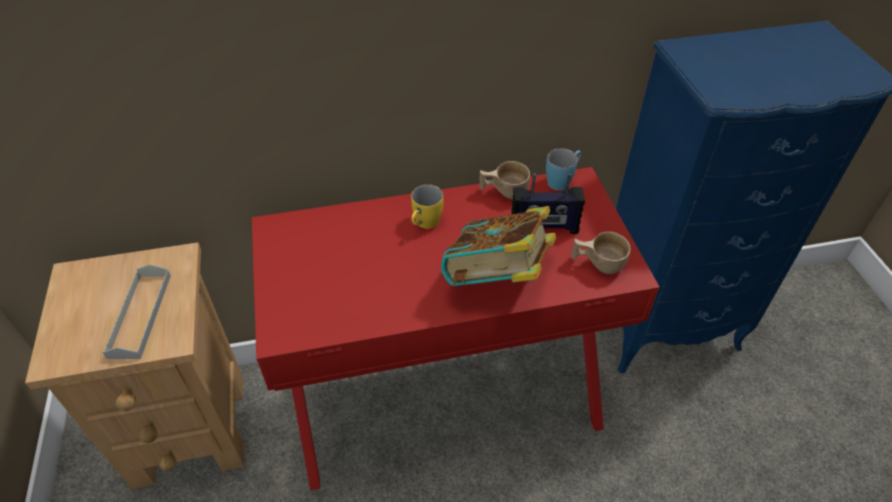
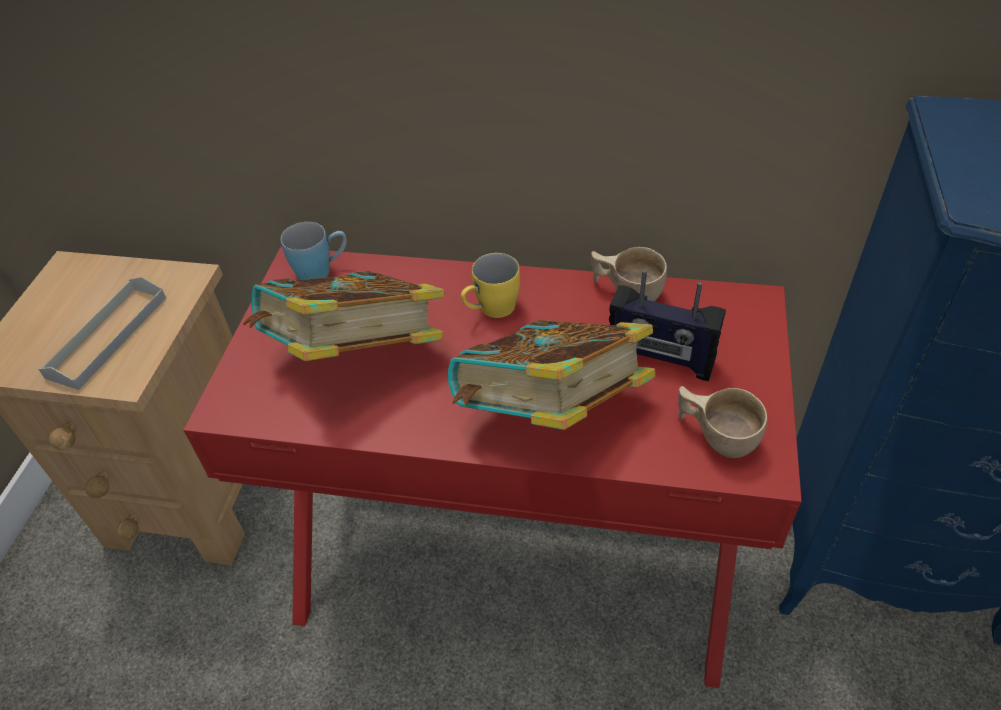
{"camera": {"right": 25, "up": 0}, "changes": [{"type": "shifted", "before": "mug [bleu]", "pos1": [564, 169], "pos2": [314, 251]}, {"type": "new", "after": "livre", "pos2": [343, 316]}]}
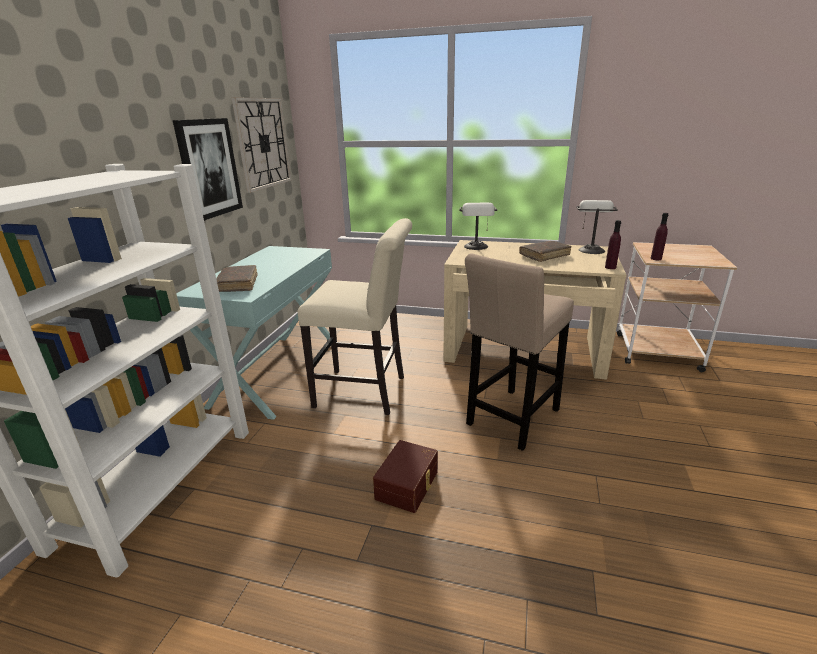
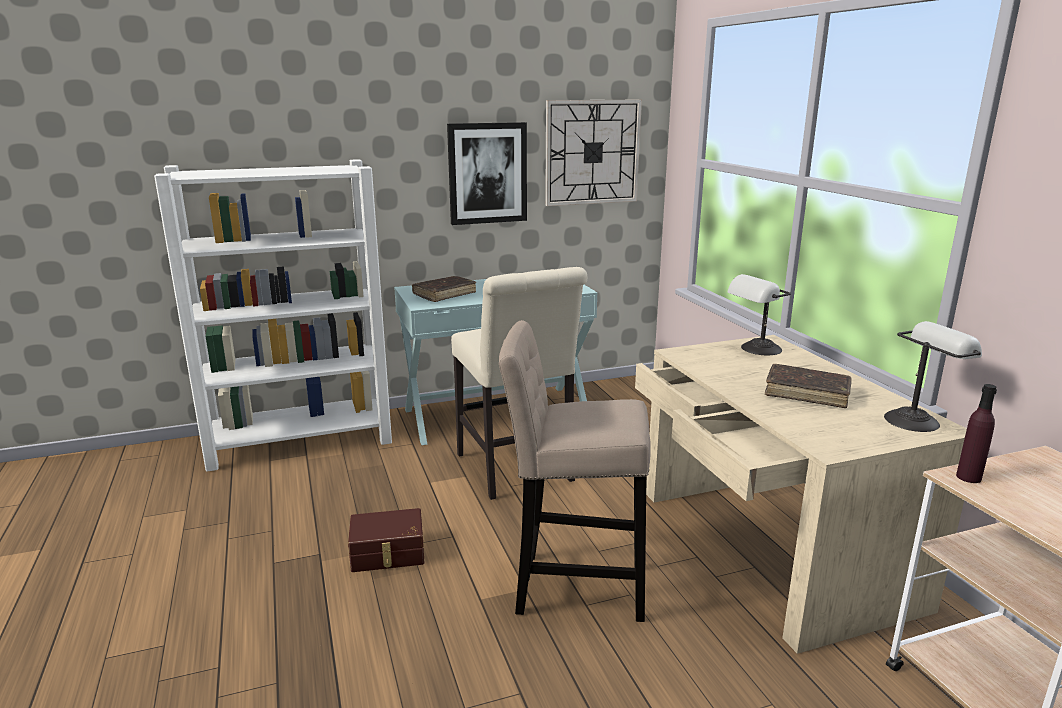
{"camera": {"right": 55, "up": -5}, "changes": [{"type": "gone", "before": "bouteille [violet]", "pos1": [613, 244]}]}
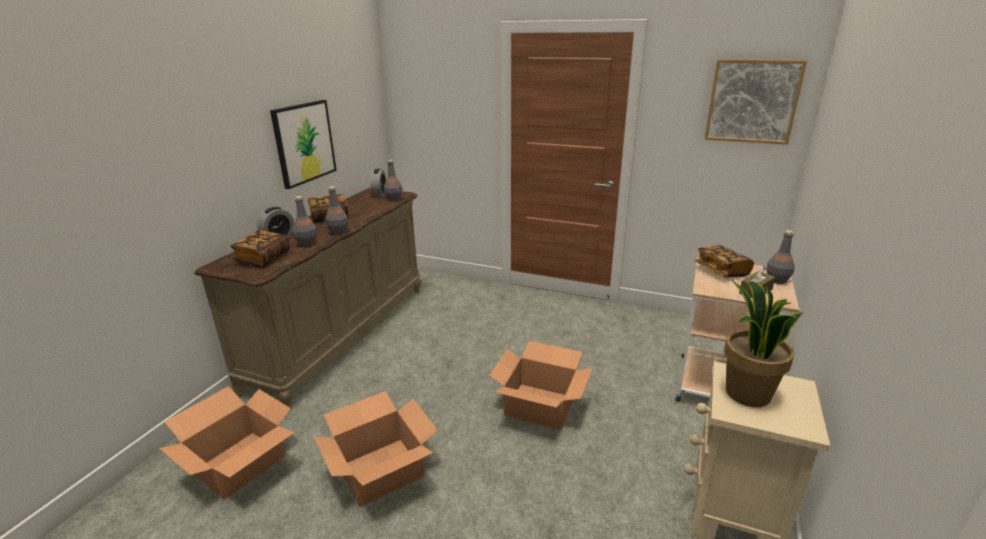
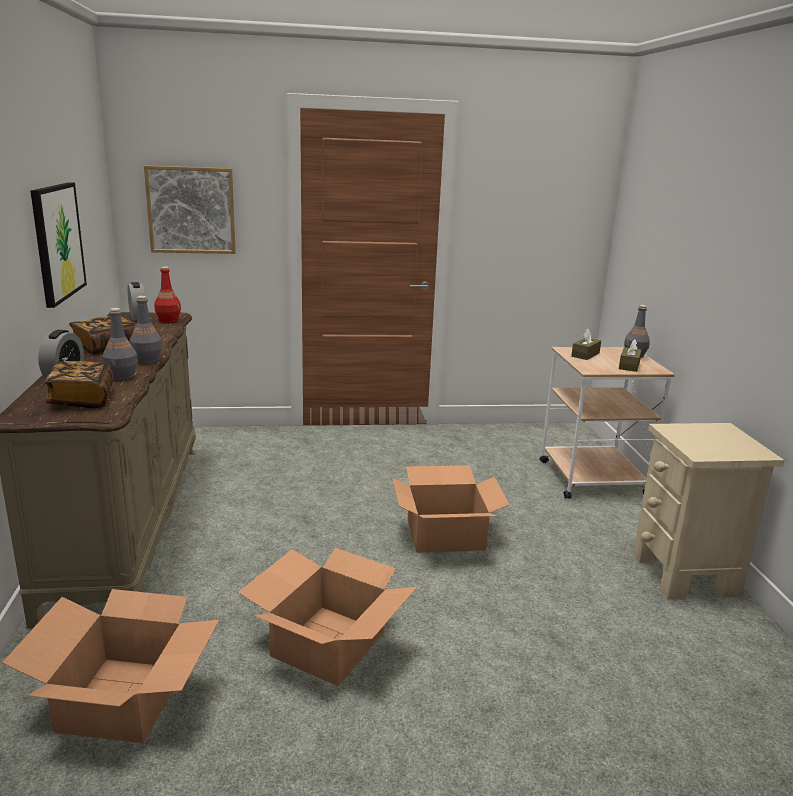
{"camera": {"right": -30, "up": -5}, "changes": [{"type": "repainted", "before": "bouteille [gris]", "after": "bouteille [rouge]", "pos1": [393, 180], "pos2": [167, 294]}, {"type": "swapped", "before": "livre", "after": "boîte à mouchoirs [marron]", "pos1": [724, 261], "pos2": [586, 344]}, {"type": "shifted", "before": "tableau", "pos1": [755, 102], "pos2": [190, 209]}, {"type": "gone", "before": "plante en pot", "pos1": [763, 343]}]}
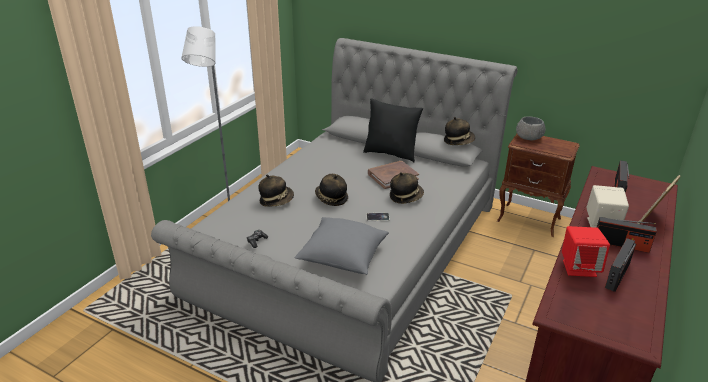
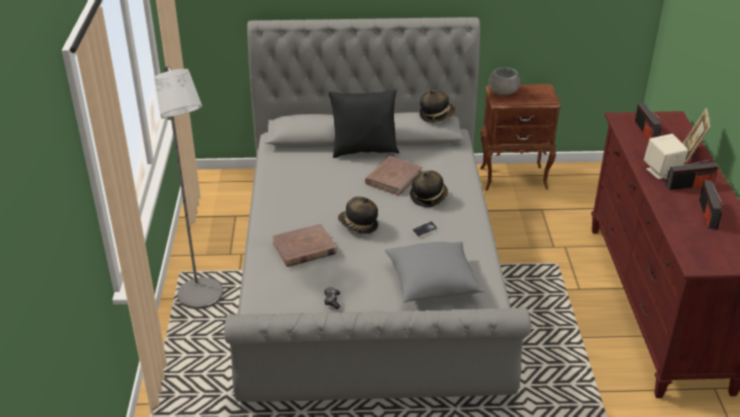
{"camera": {"right": -30, "up": 5}, "changes": [{"type": "swapped", "before": "chapeau", "after": "livre [marron]", "pos1": [276, 190], "pos2": [304, 245]}, {"type": "gone", "before": "enceinte [rouge]", "pos1": [586, 251]}]}
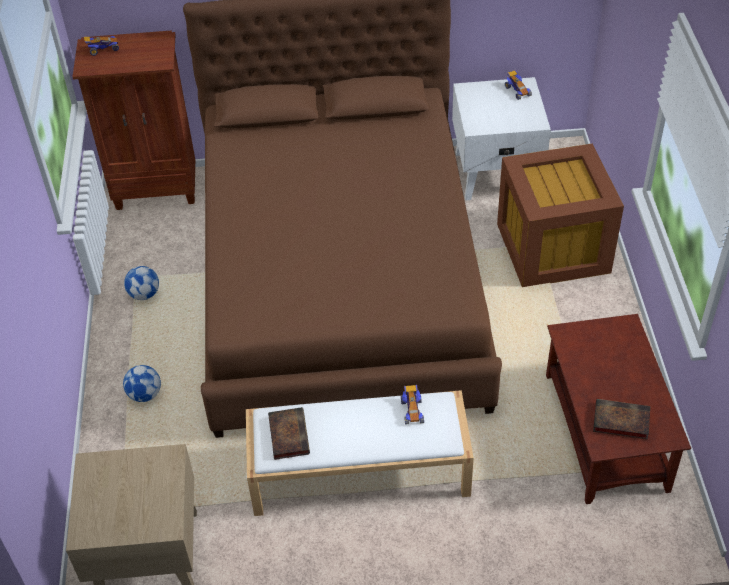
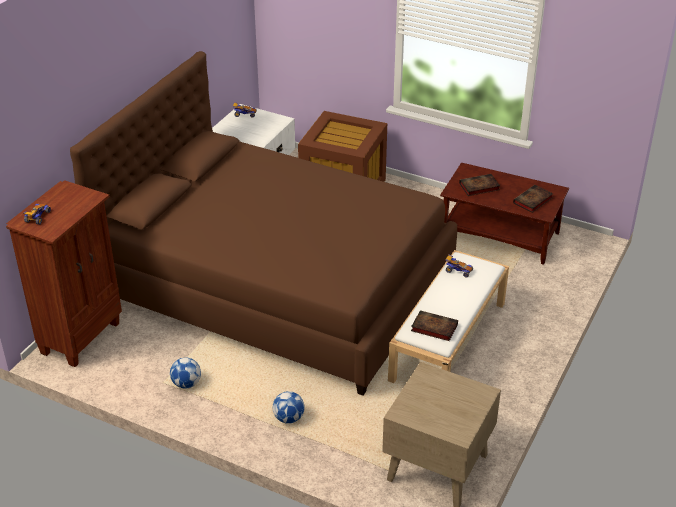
{"camera": {"right": -60, "up": -10}, "changes": [{"type": "new", "after": "livre", "pos2": [479, 185]}]}
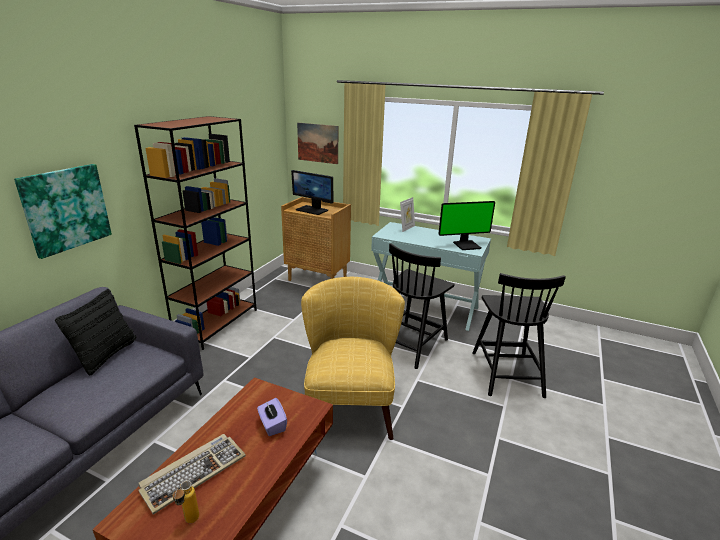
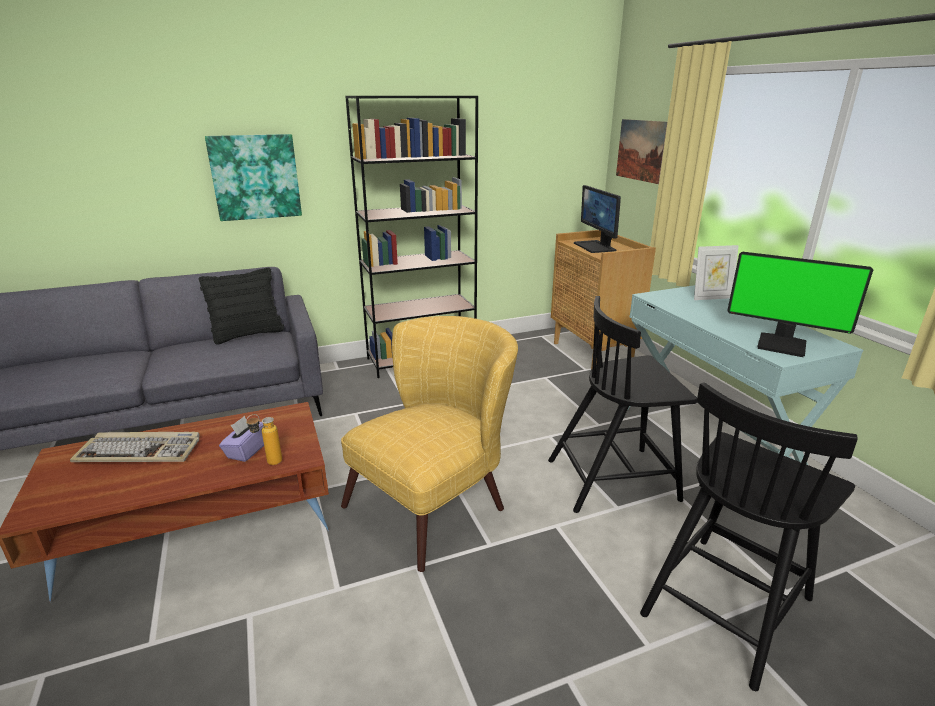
{"camera": {"right": 45, "up": 0}, "changes": [{"type": "shifted", "before": "bouteille", "pos1": [186, 502], "pos2": [264, 439]}]}
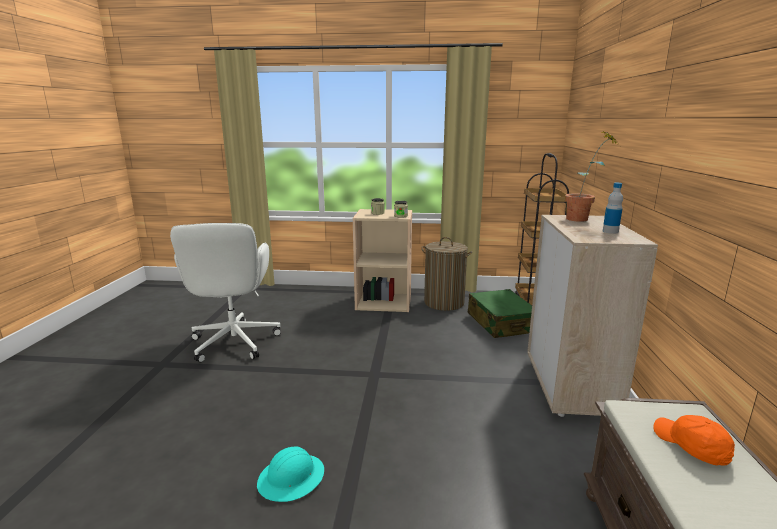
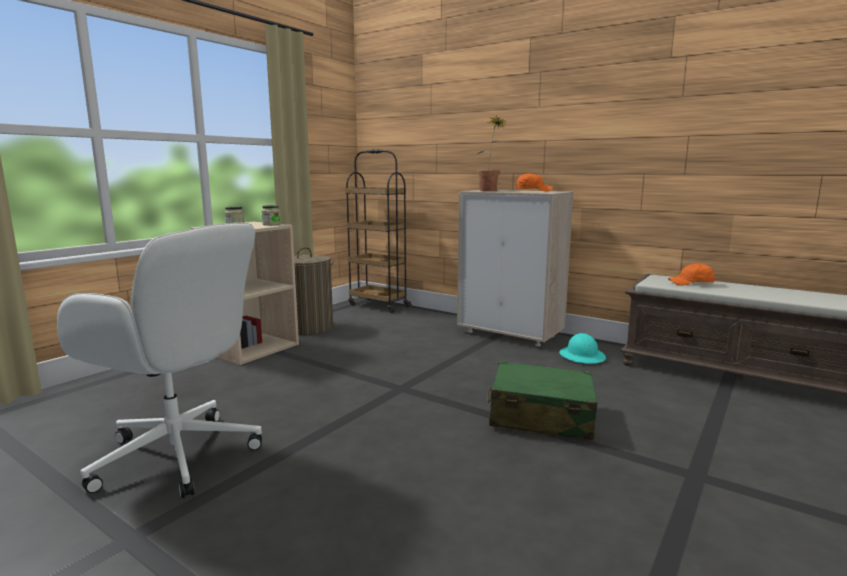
{"camera": {"right": -60, "up": -5}, "changes": [{"type": "shifted", "before": "casque de chantier [turquoise]", "pos1": [290, 474], "pos2": [582, 348]}, {"type": "shifted", "before": "valise [vert]", "pos1": [500, 313], "pos2": [542, 400]}, {"type": "swapped", "before": "bouteille", "after": "casquette [orange]", "pos1": [613, 208], "pos2": [534, 182]}]}
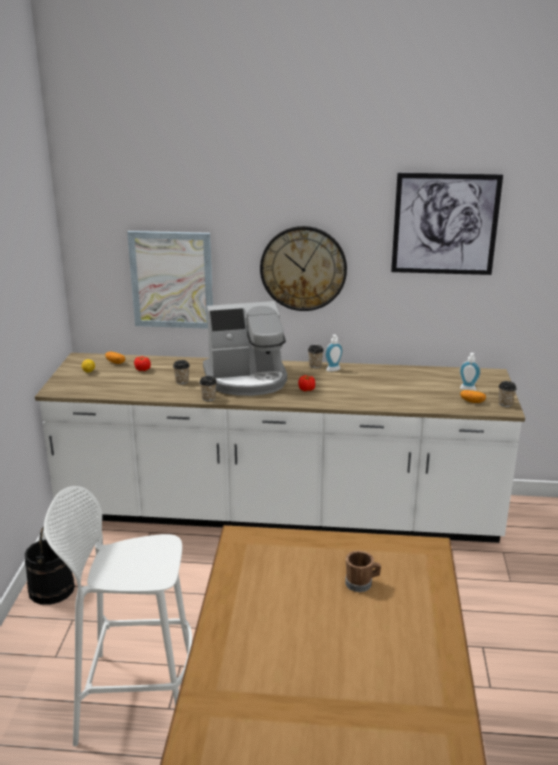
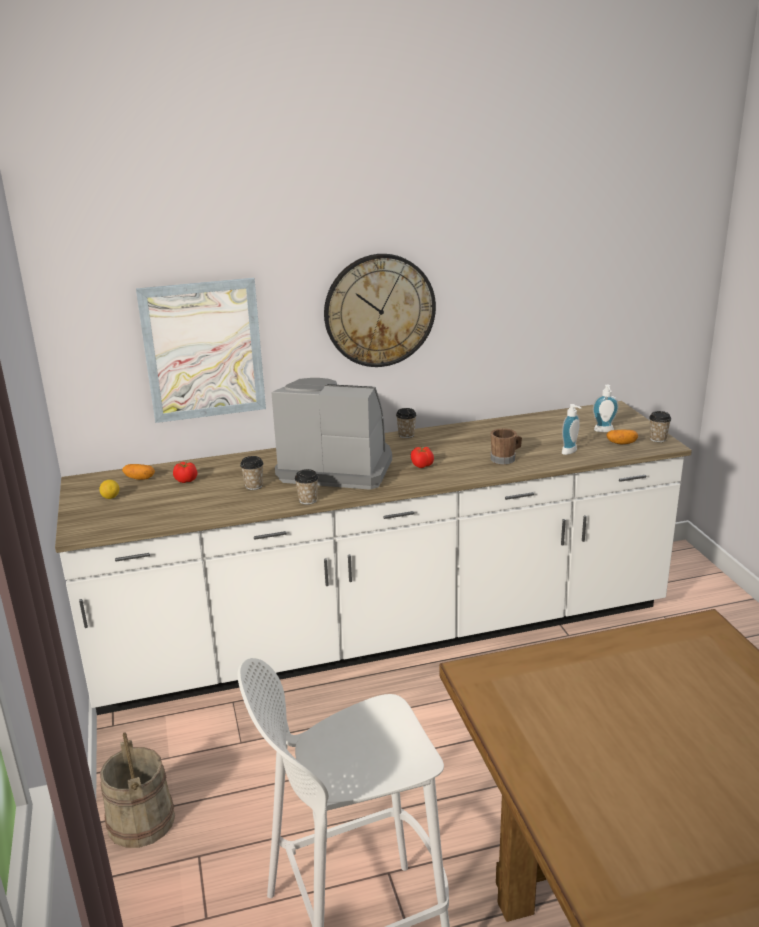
{"camera": {"right": -20, "up": 0}, "changes": [{"type": "repainted", "before": "seau [noir]", "after": "seau [beige]", "pos1": [50, 566], "pos2": [137, 790]}, {"type": "rotated", "before": "machine à café", "pos1": [245, 348], "pos2": [331, 434], "turn": -135}, {"type": "shifted", "before": "distributeur de savon", "pos1": [334, 353], "pos2": [571, 429]}, {"type": "shifted", "before": "mug [marron]", "pos1": [363, 571], "pos2": [506, 446]}, {"type": "gone", "before": "tableau", "pos1": [447, 224]}]}
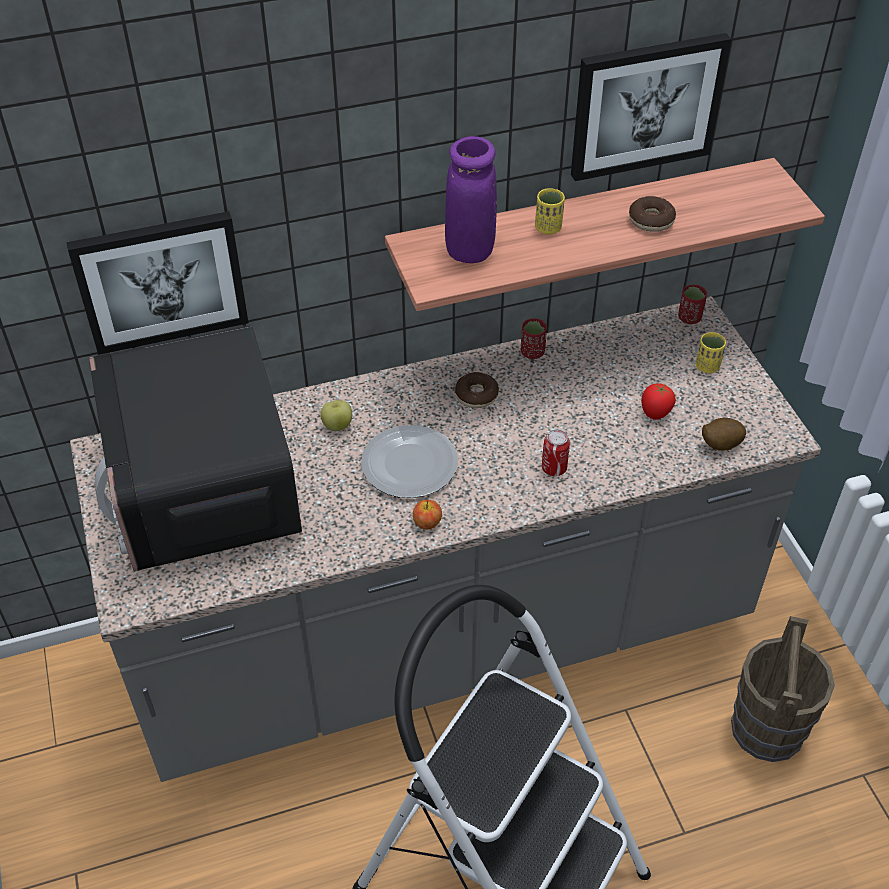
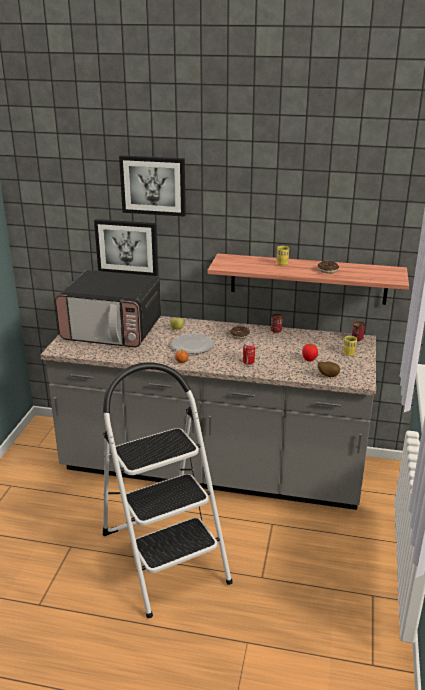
{"camera": {"right": 30, "up": -20}, "changes": [{"type": "rotated", "before": "micro-ondes", "pos1": [195, 448], "pos2": [108, 308], "turn": -90}, {"type": "gone", "before": "vase [violet]", "pos1": [471, 199]}, {"type": "shifted", "before": "tableau", "pos1": [651, 107], "pos2": [152, 186]}, {"type": "gone", "before": "seau [marron]", "pos1": [783, 689]}]}
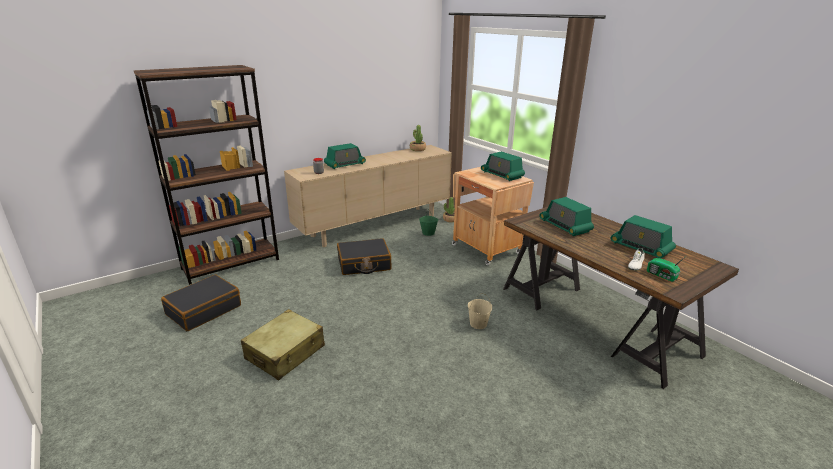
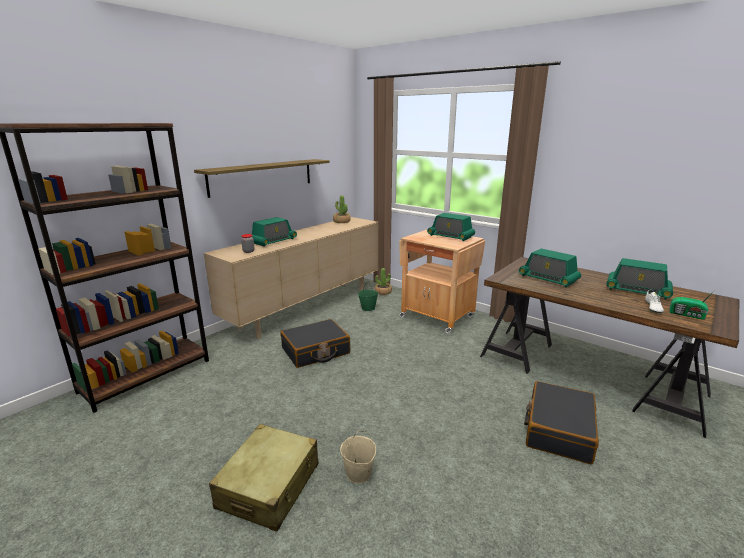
{"camera": {"right": -15, "up": -5}, "changes": [{"type": "shifted", "before": "valise [noir]", "pos1": [201, 303], "pos2": [561, 422]}, {"type": "shifted", "before": "seau [beige]", "pos1": [480, 311], "pos2": [358, 457]}, {"type": "new", "after": "étagère", "pos2": [261, 178]}]}
